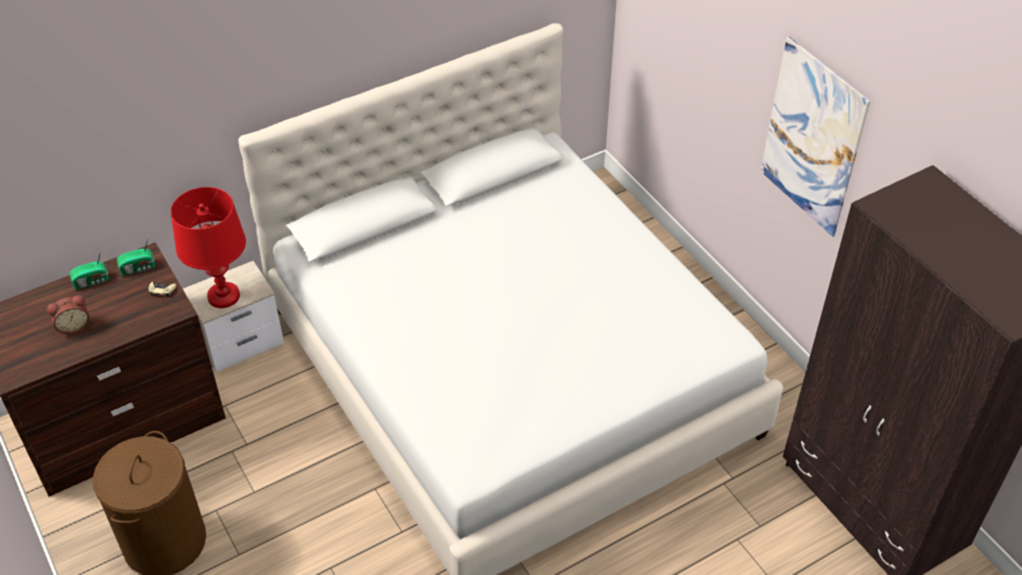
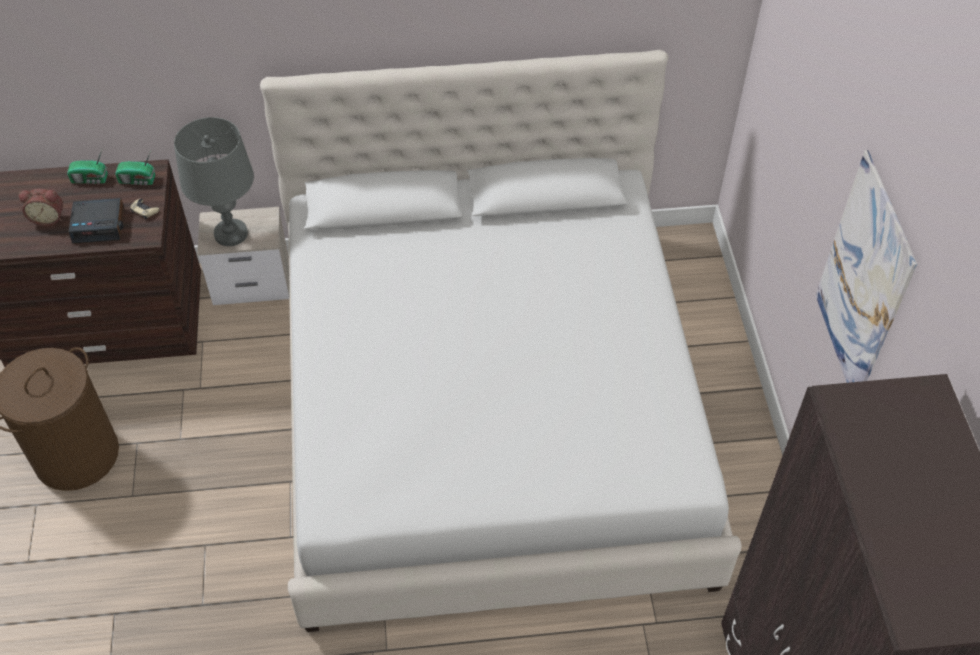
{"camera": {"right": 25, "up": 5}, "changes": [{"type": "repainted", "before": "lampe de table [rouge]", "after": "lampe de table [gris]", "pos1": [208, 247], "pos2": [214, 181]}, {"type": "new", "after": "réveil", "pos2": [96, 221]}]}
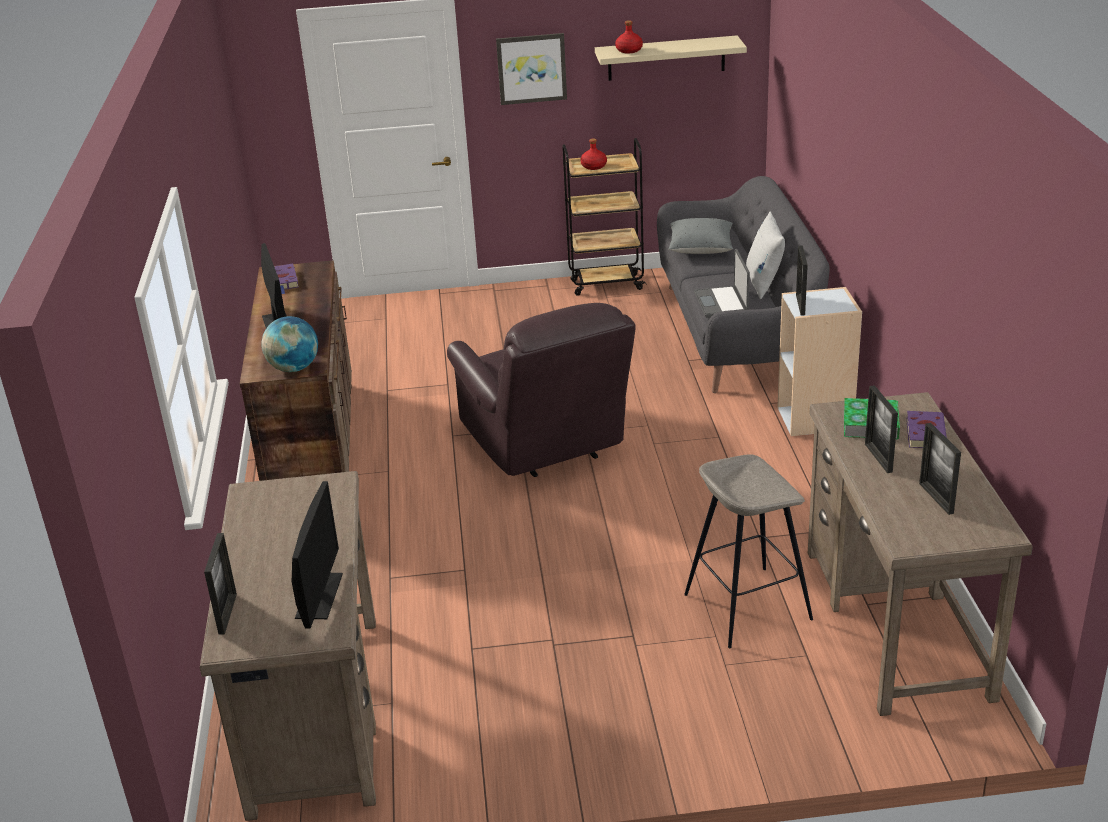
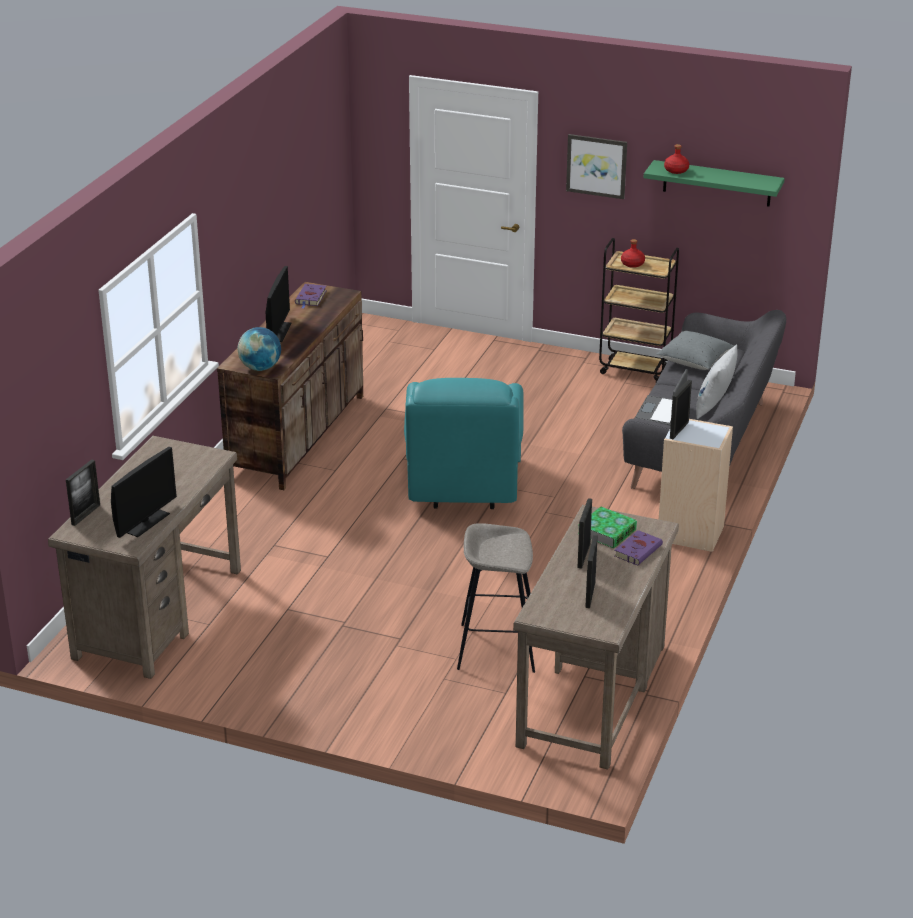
{"camera": {"right": 25, "up": 0}, "changes": [{"type": "repainted", "before": "fauteuil [marron]", "after": "fauteuil [turquoise]", "pos1": [541, 390], "pos2": [463, 443]}, {"type": "repainted", "before": "étagère [beige]", "after": "étagère [vert]", "pos1": [671, 58], "pos2": [714, 183]}]}
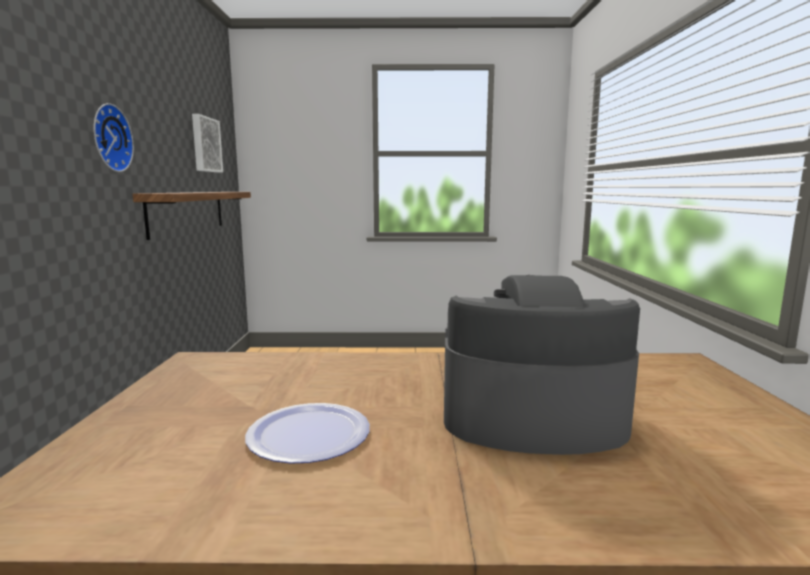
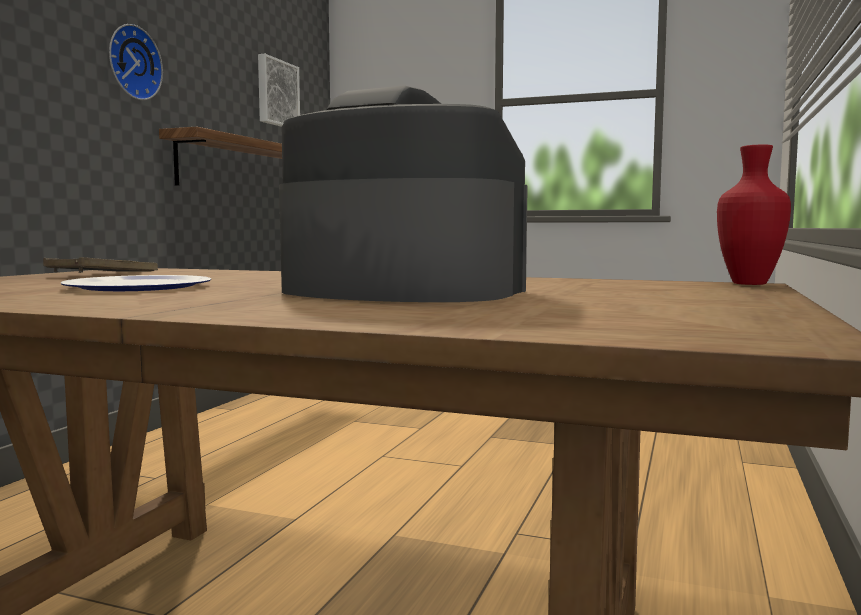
{"camera": {"right": 20, "up": -5}, "changes": [{"type": "new", "after": "plateau [marron]", "pos2": [100, 265]}, {"type": "new", "after": "vase [rouge]", "pos2": [754, 214]}]}
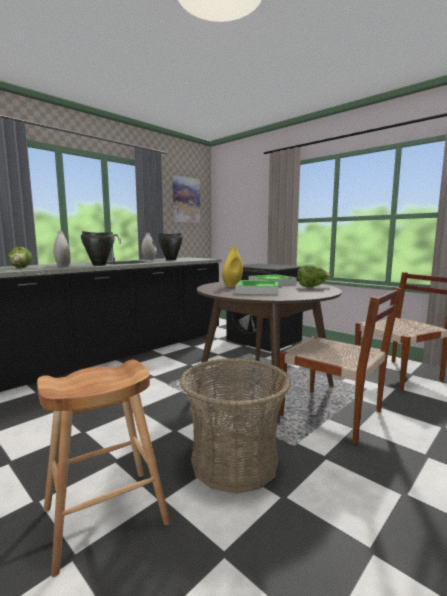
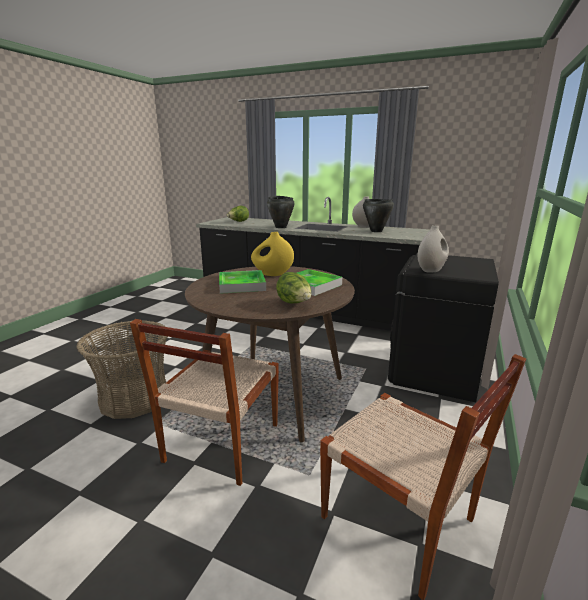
{"camera": {"right": 70, "up": 10}, "changes": [{"type": "gone", "before": "tabouret [marron]", "pos1": [103, 468]}, {"type": "shifted", "before": "vase [blanc]", "pos1": [62, 249], "pos2": [433, 249]}, {"type": "gone", "before": "tableau", "pos1": [186, 199]}]}
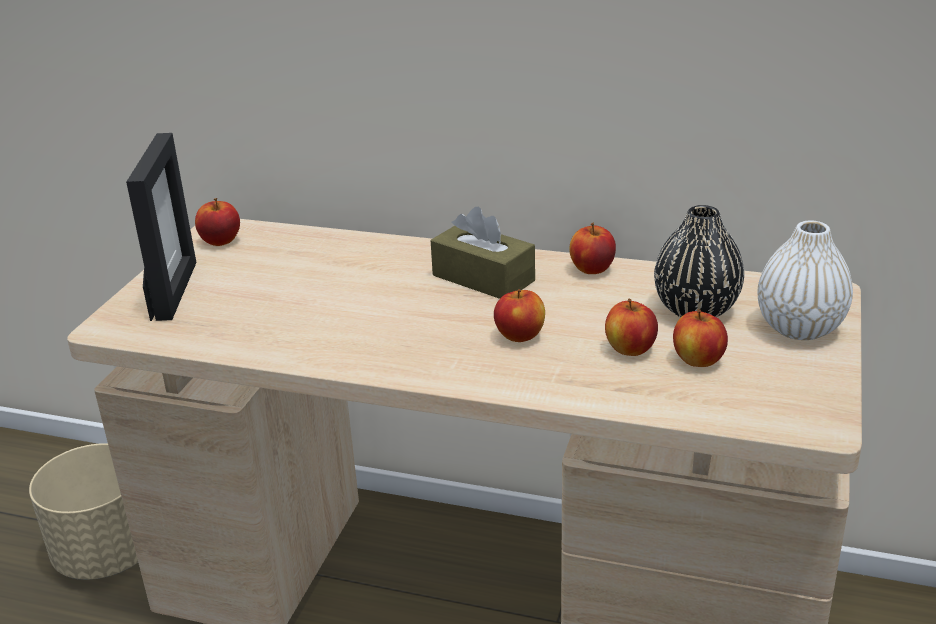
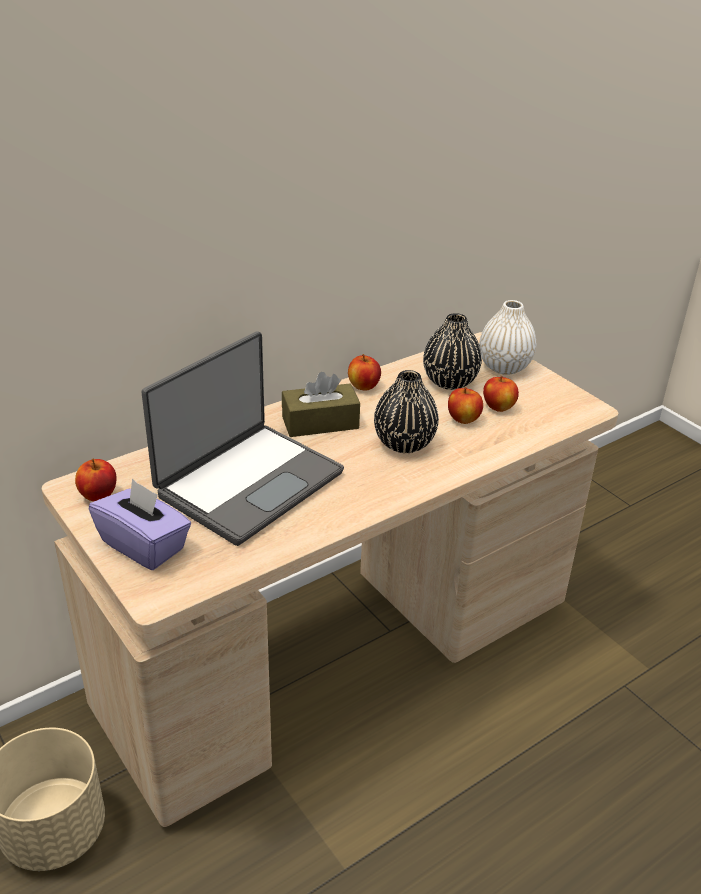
{"camera": {"right": -55, "up": 5}, "changes": [{"type": "swapped", "before": "cadre photo", "after": "boîte à mouchoirs [violet]", "pos1": [161, 227], "pos2": [140, 524]}, {"type": "swapped", "before": "pomme", "after": "vase [noir]", "pos1": [519, 315], "pos2": [406, 411]}, {"type": "new", "after": "ordinateur portable", "pos2": [242, 439]}]}
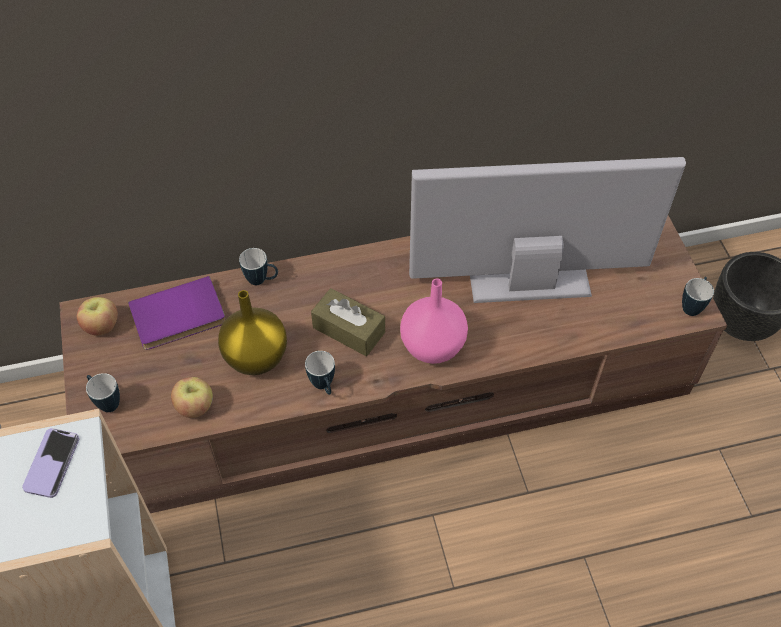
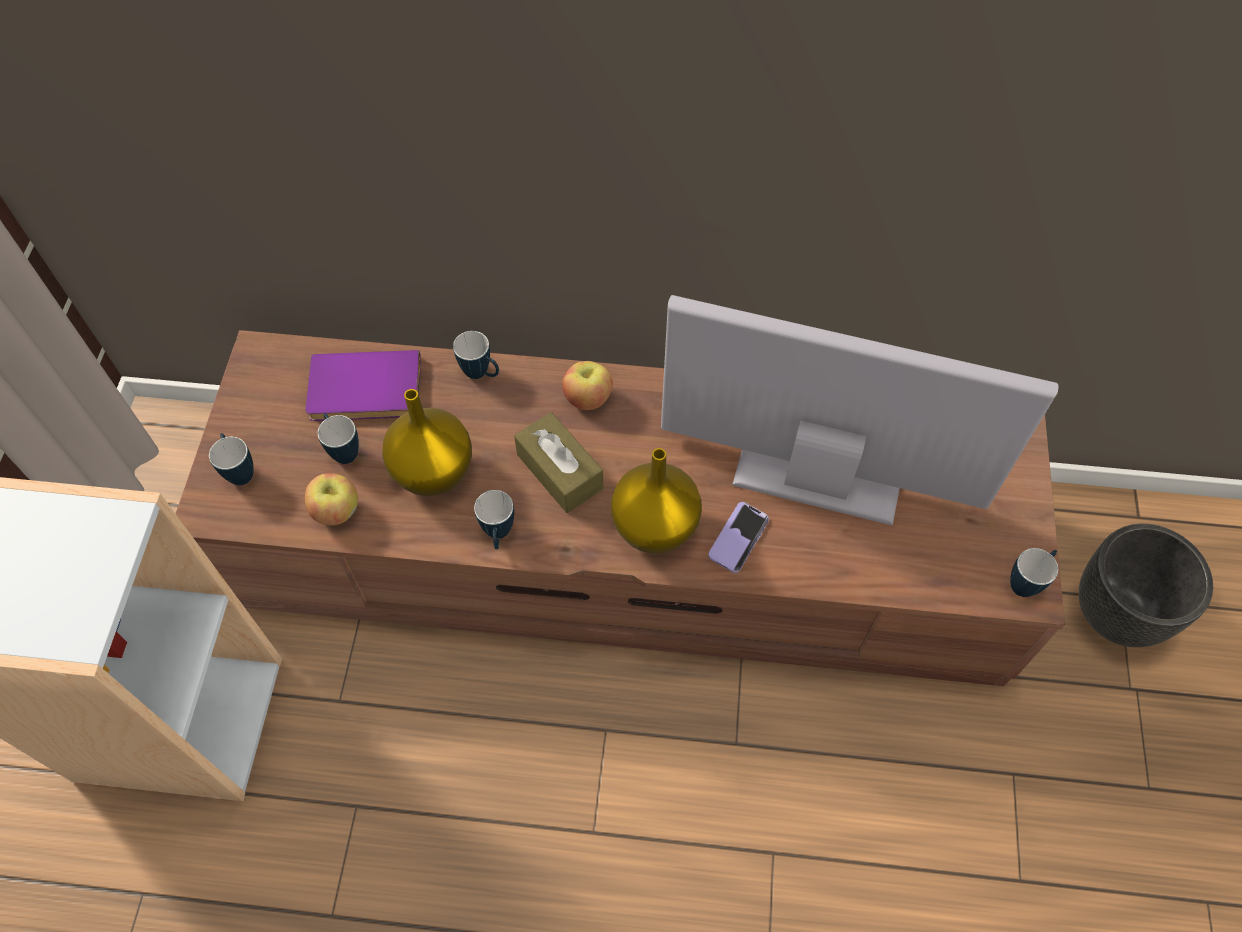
{"camera": {"right": 20, "up": 5}, "changes": [{"type": "shifted", "before": "téléphone", "pos1": [50, 463], "pos2": [738, 537]}, {"type": "shifted", "before": "pomme", "pos1": [97, 316], "pos2": [587, 385]}, {"type": "repainted", "before": "vase [rose]", "after": "vase [jaune]", "pos1": [434, 321], "pos2": [656, 501]}, {"type": "new", "after": "mug", "pos2": [338, 438]}]}
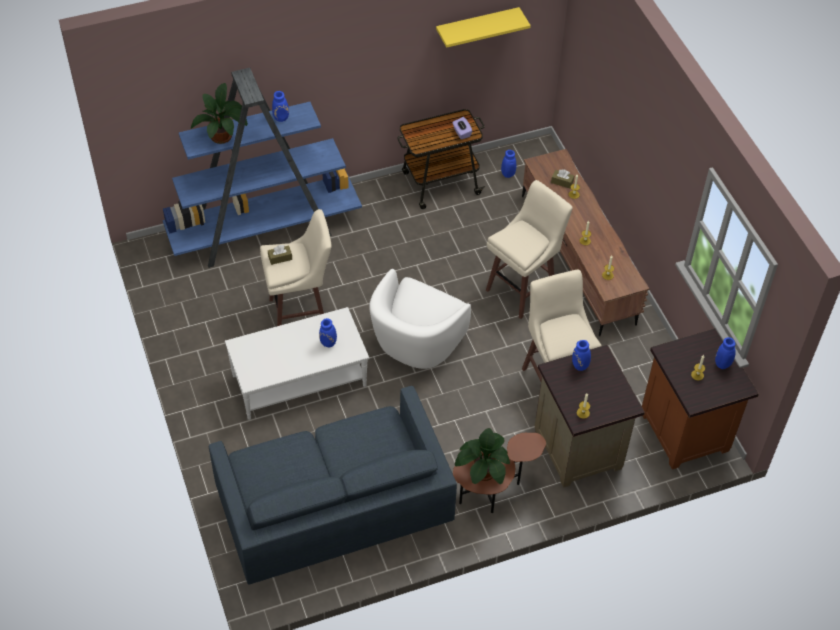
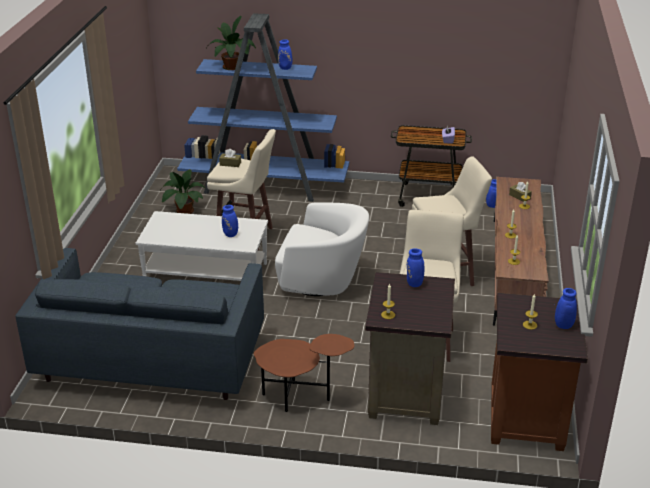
{"camera": {"right": 30, "up": -20}, "changes": [{"type": "rotated", "before": "fauteuil [blanc]", "pos1": [420, 319], "pos2": [322, 249], "turn": -135}, {"type": "gone", "before": "étagère [jaune]", "pos1": [483, 27]}, {"type": "shifted", "before": "plante en pot", "pos1": [482, 456], "pos2": [183, 191]}]}
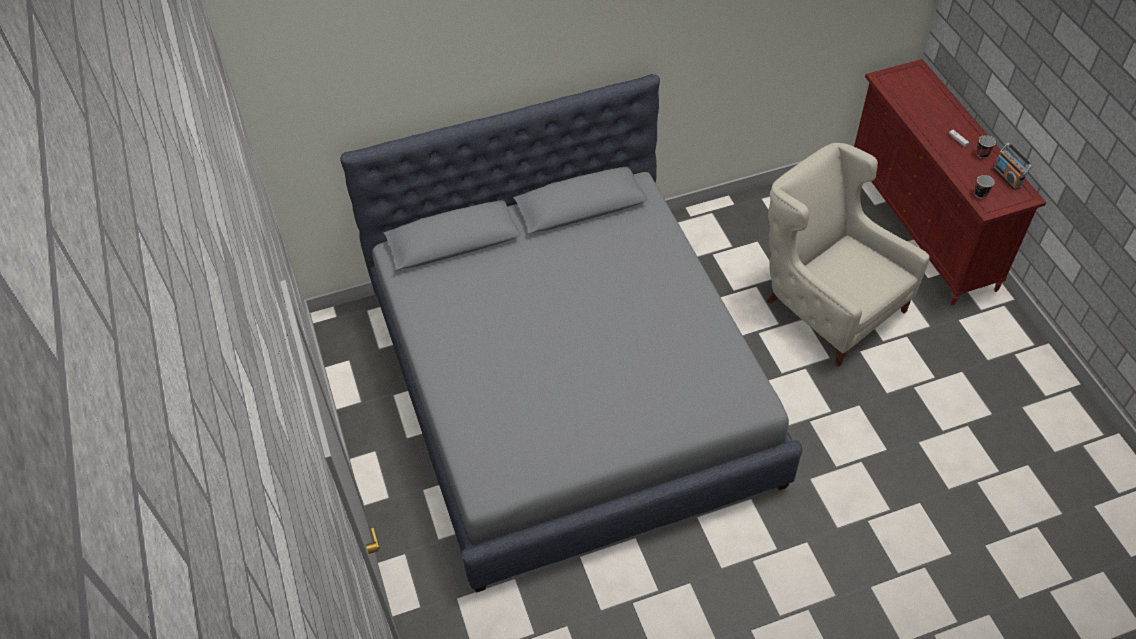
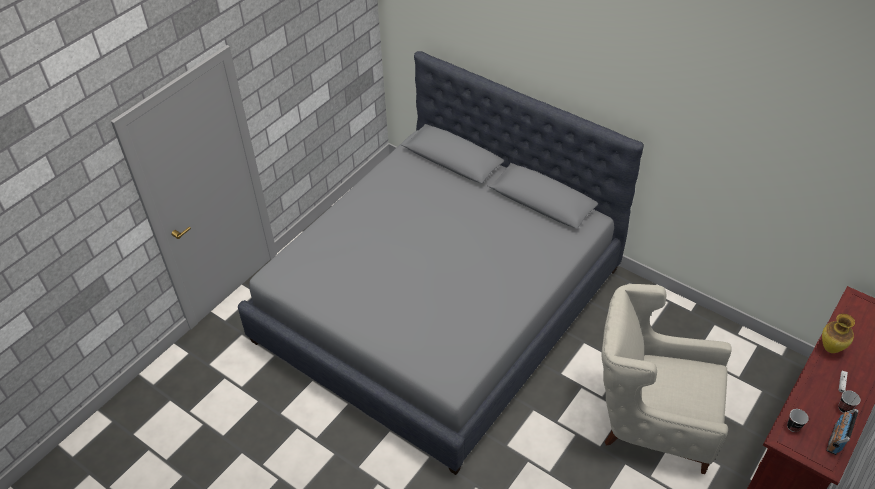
{"camera": {"right": 55, "up": -5}, "changes": [{"type": "rotated", "before": "fauteuil [beige]", "pos1": [848, 255], "pos2": [667, 379], "turn": -90}, {"type": "new", "after": "vase", "pos2": [838, 333]}]}
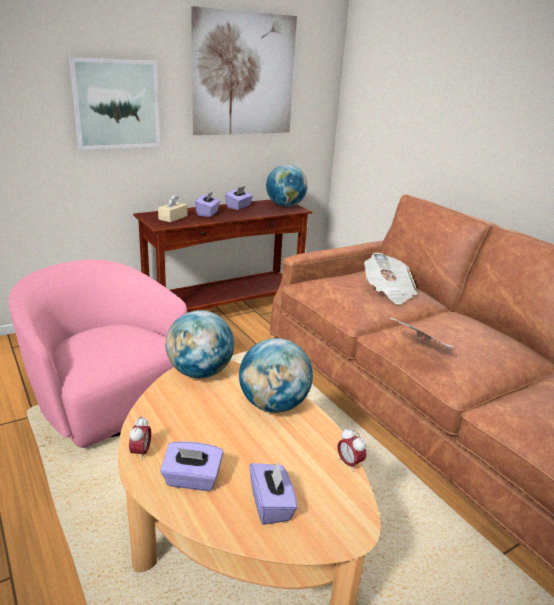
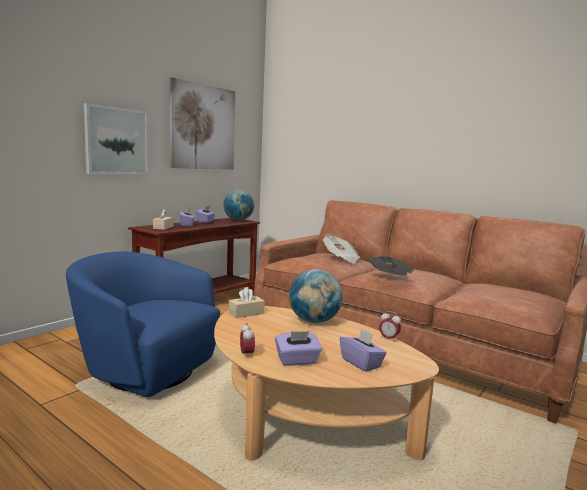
{"camera": {"right": -20, "up": -15}, "changes": [{"type": "repainted", "before": "fauteuil [rose]", "after": "fauteuil [bleu]", "pos1": [98, 354], "pos2": [143, 324]}, {"type": "swapped", "before": "globe", "after": "boîte à mouchoirs [beige]", "pos1": [200, 344], "pos2": [247, 302]}]}
